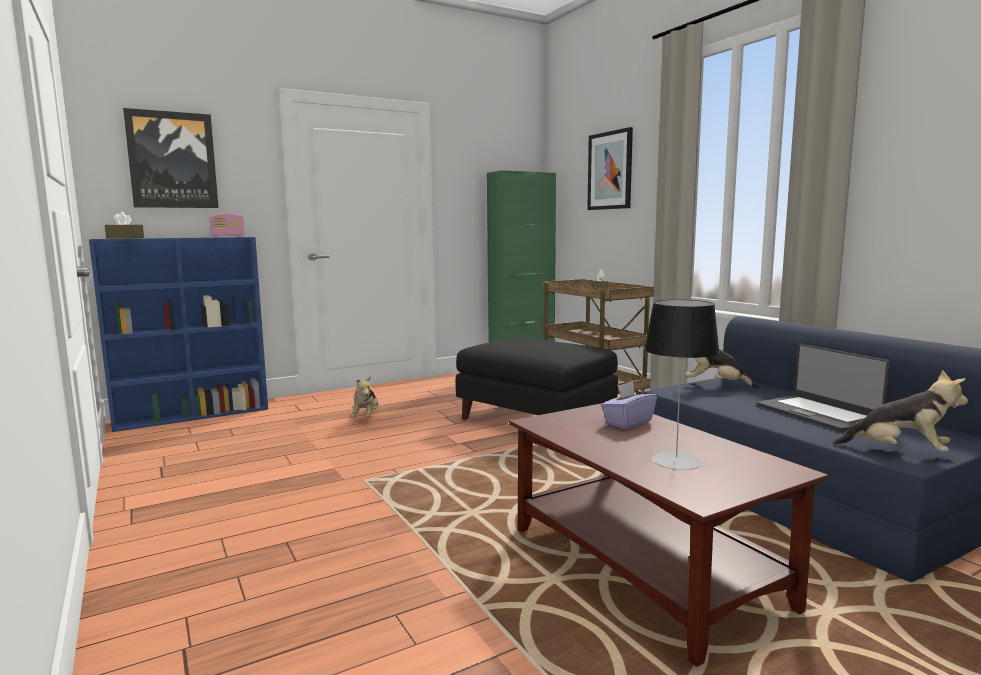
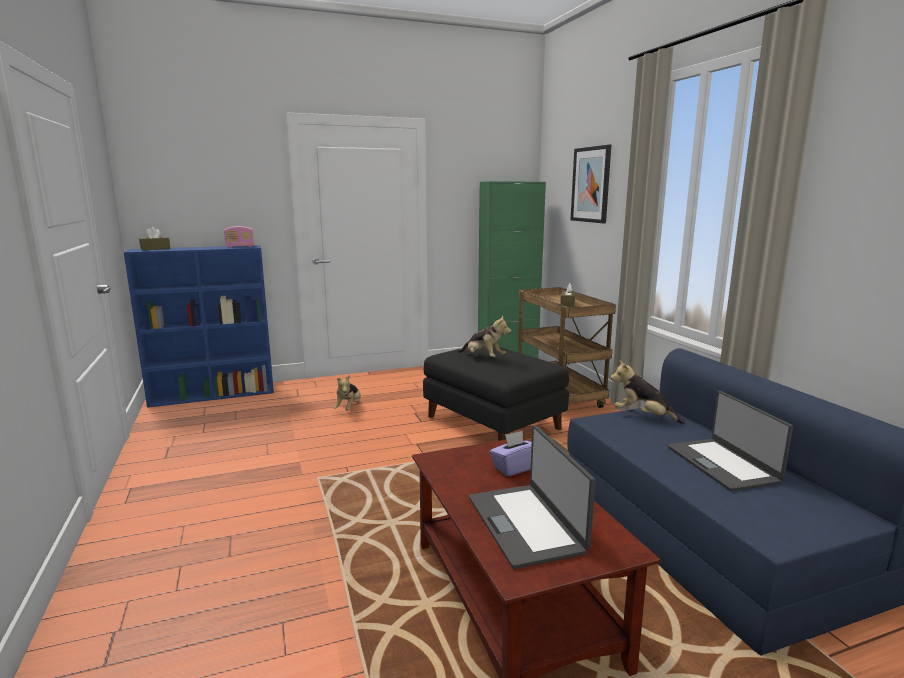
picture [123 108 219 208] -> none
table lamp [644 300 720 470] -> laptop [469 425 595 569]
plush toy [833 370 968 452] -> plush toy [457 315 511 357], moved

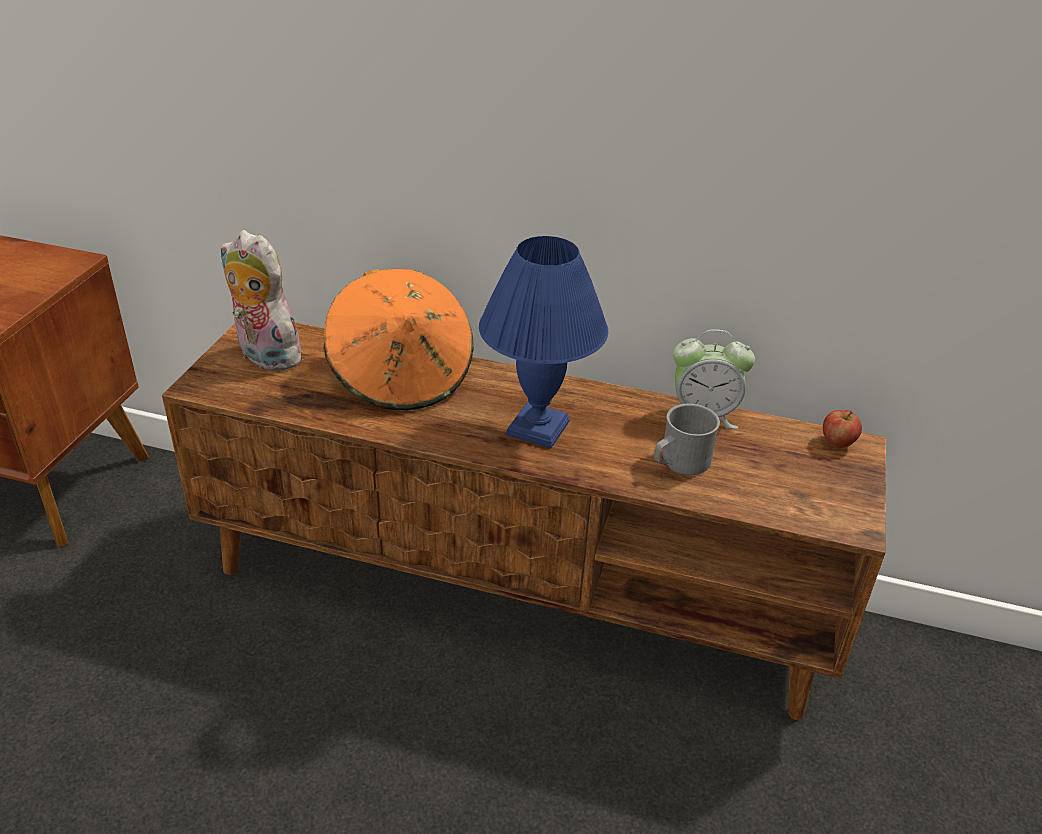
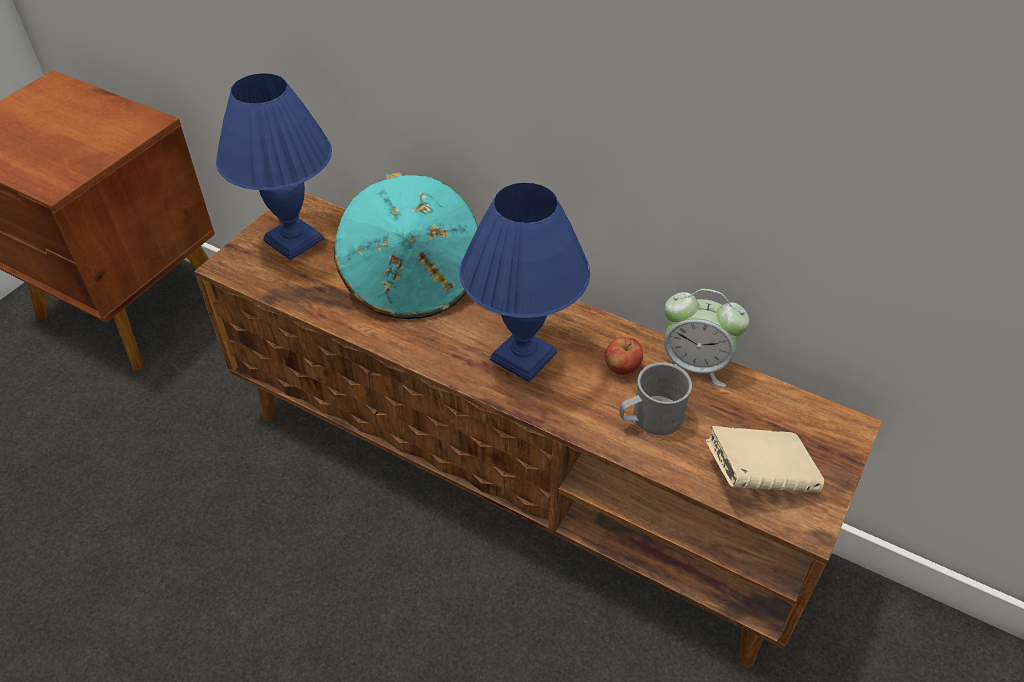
plush toy [220 230 303 371] -> blue table lamp [216 73 332 260]
orange hat [323 269 474 410] -> turquoise hat [334 172 478 319]
apple [823 410 862 448] -> apple [605 337 643 375], moved
none -> beige book [706 426 824 493]

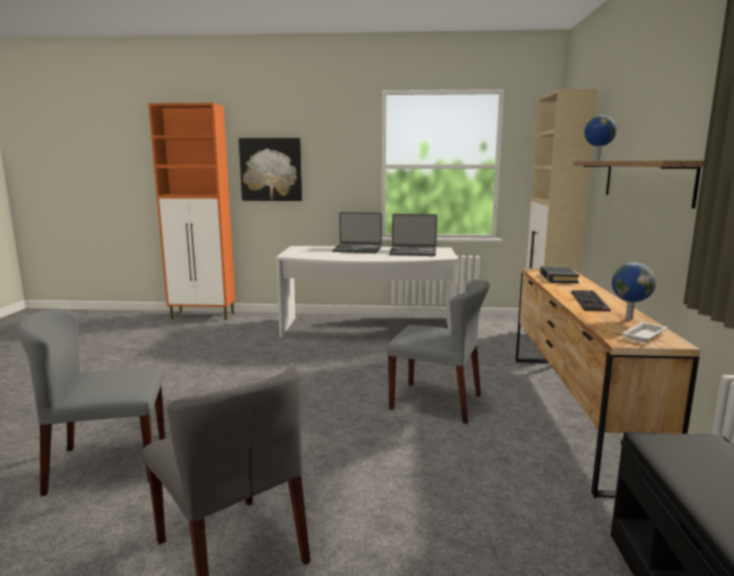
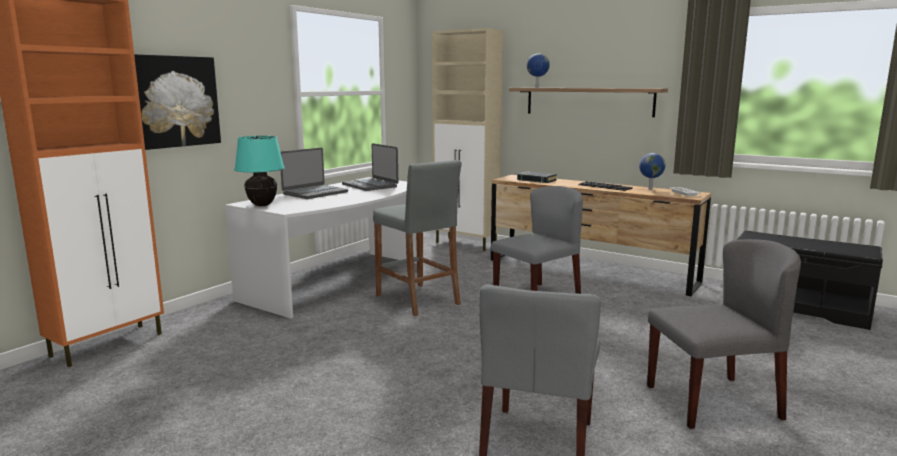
laptop [389 214 437 256] -> laptop [342 143 398 191], 105 degrees clockwise
none -> turquoise table lamp [234 136 285 206]
none -> grey stool [373 160 461 316]

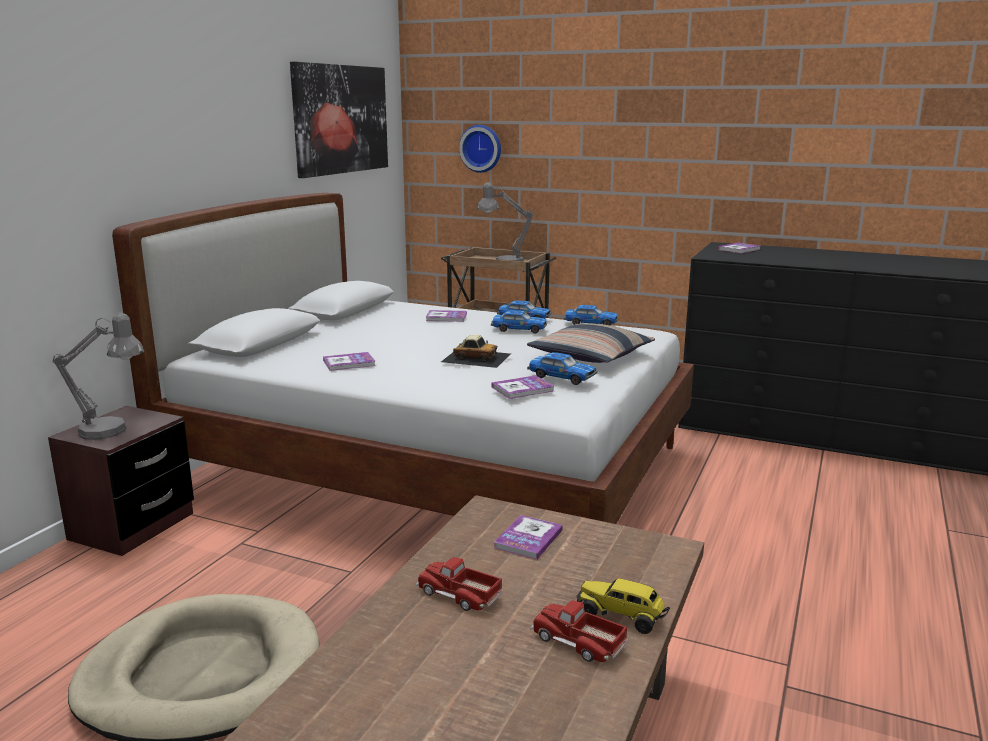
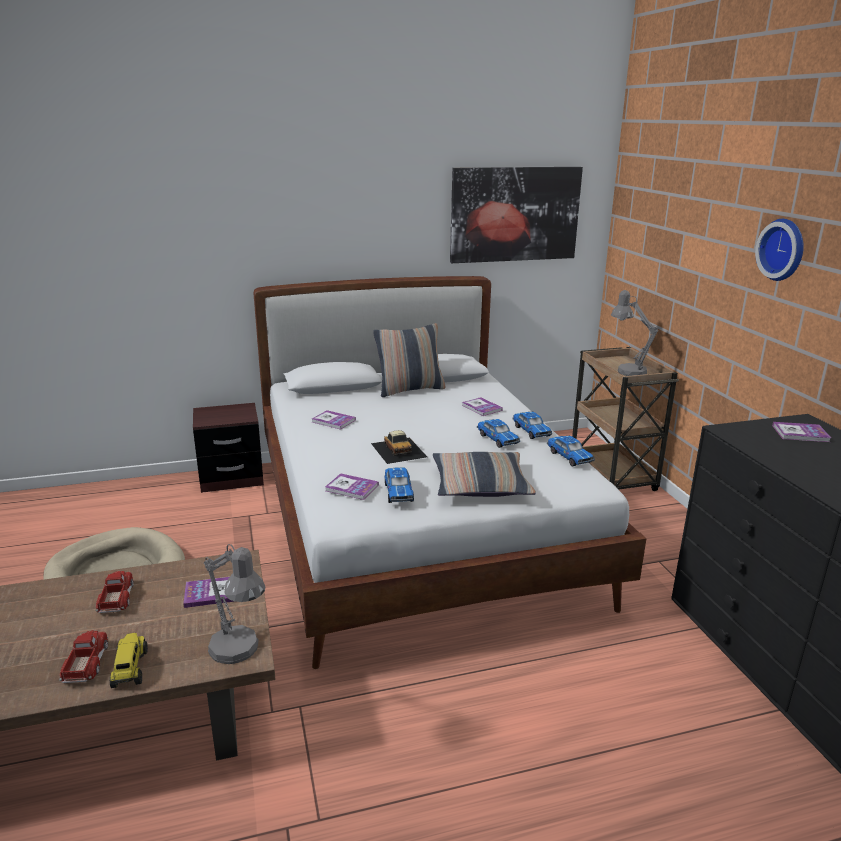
wall clock [459 125 501 173] -> wall clock [755 219 804 281], moved
grey table lamp [53 313 144 440] -> grey table lamp [203 544 265 664], moved
none -> pillow [373 323 446 397]

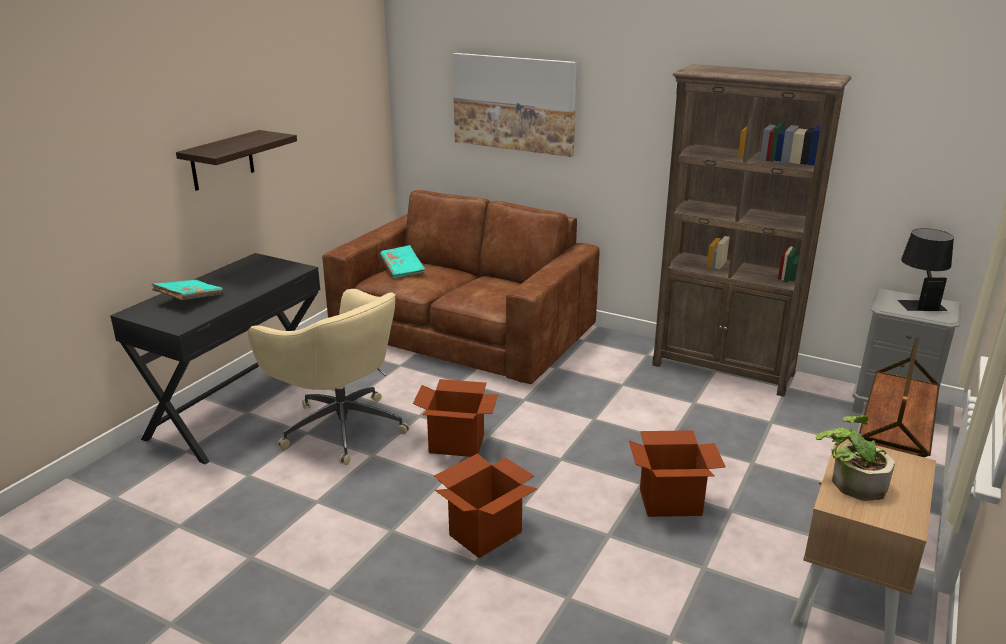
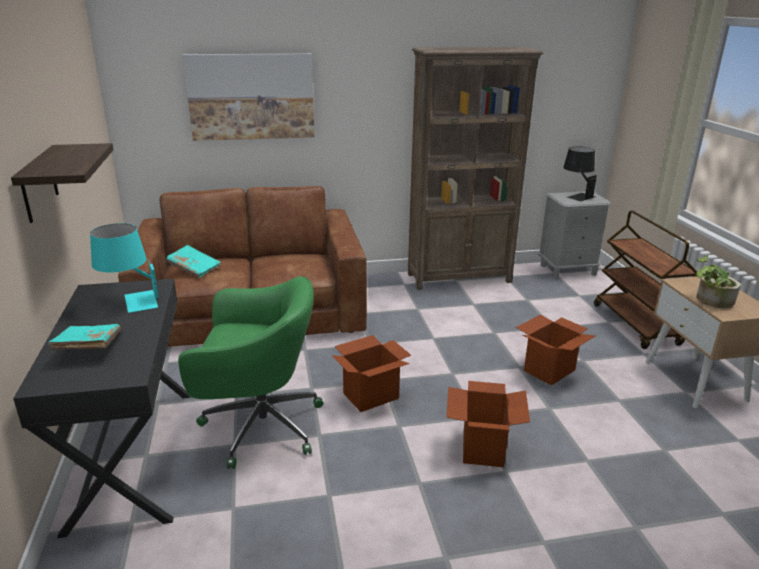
beige office chair [248 289 409 465] -> green office chair [178 276 323 469]
none -> turquoise table lamp [90 223 159 313]

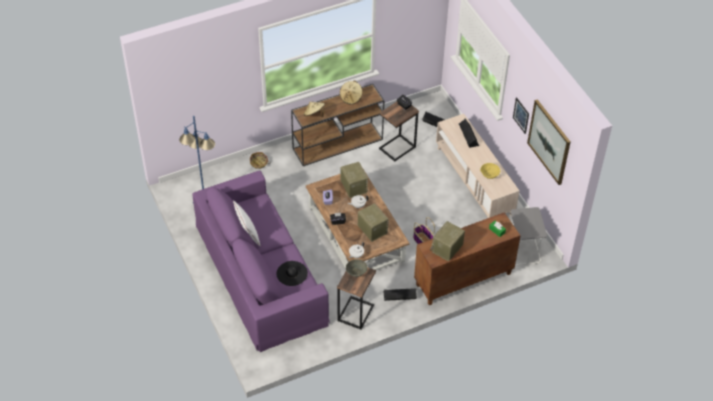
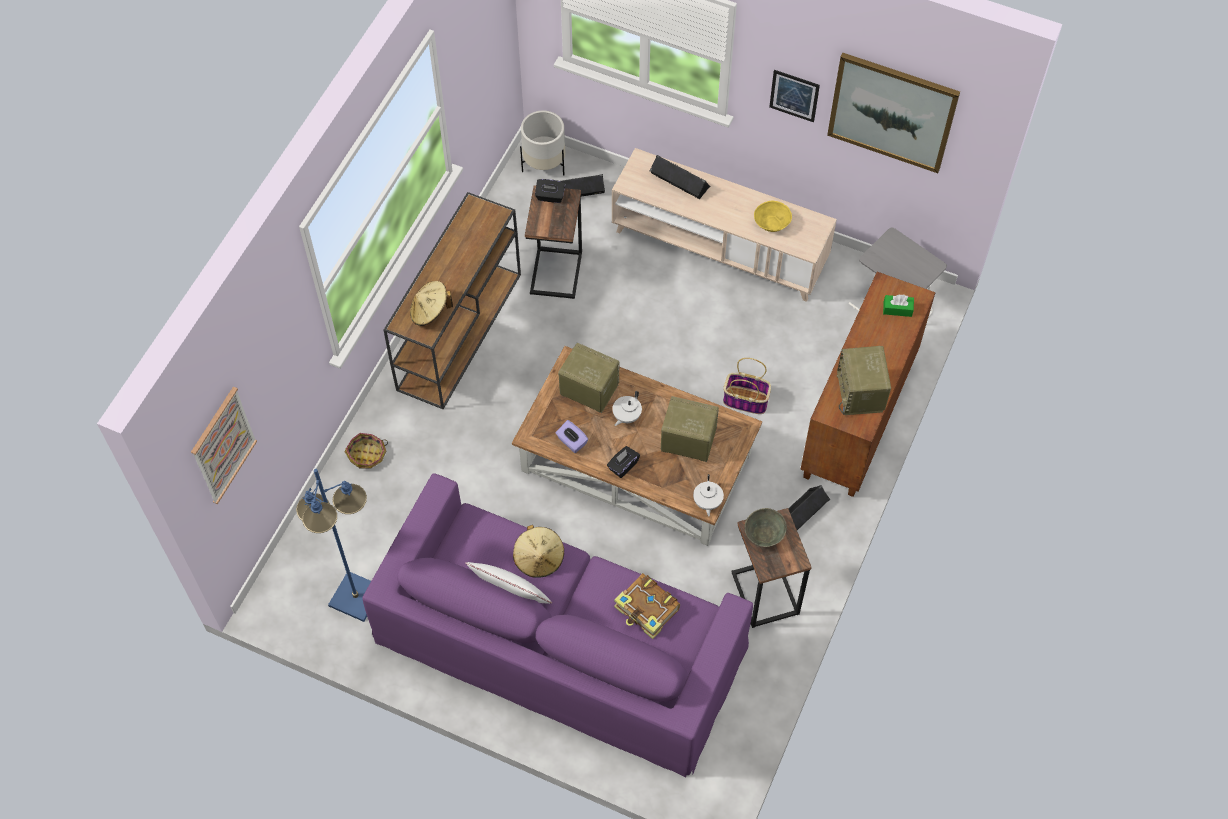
beige hat [340 81 363 104] -> beige hat [513 525 564 578], moved
black hat [277 261 308 286] -> book [614 573 680 639]
none -> white planter [520 110 566 176]
none -> picture [191 387 257 504]

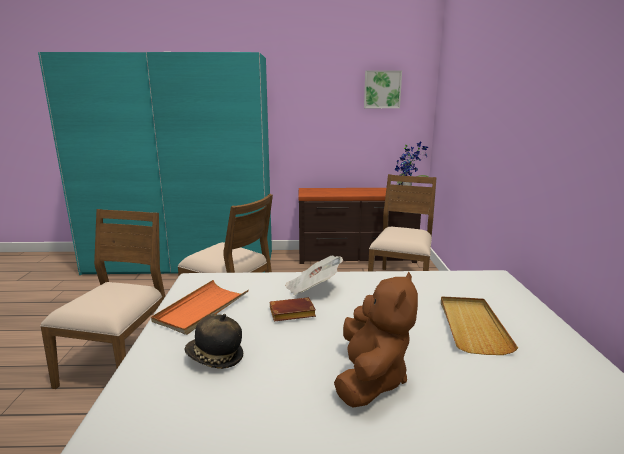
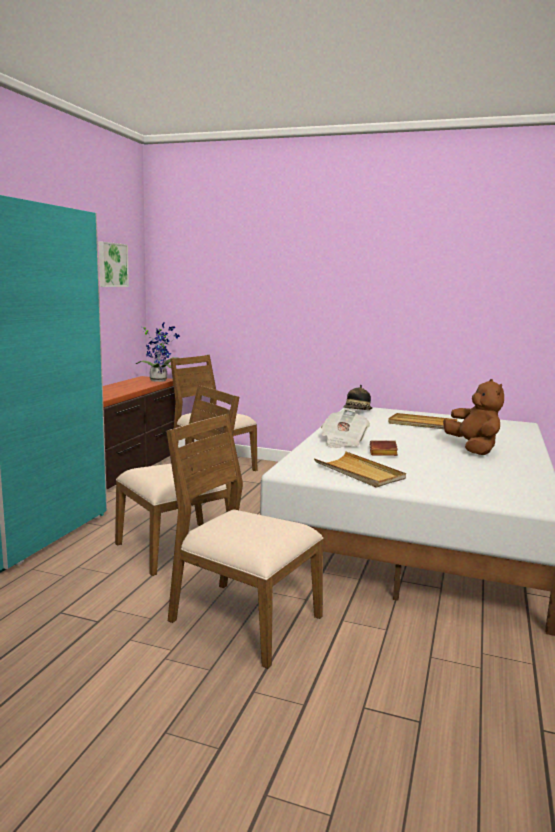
brown plush toy [334 272 418 408] -> brown plush toy [443 379 504 455], 45 degrees clockwise
orange tray [151 280 249 335] -> beige tray [314 452 406 487]
hat [184 314 243 369] -> hat [343 385 372 410], moved

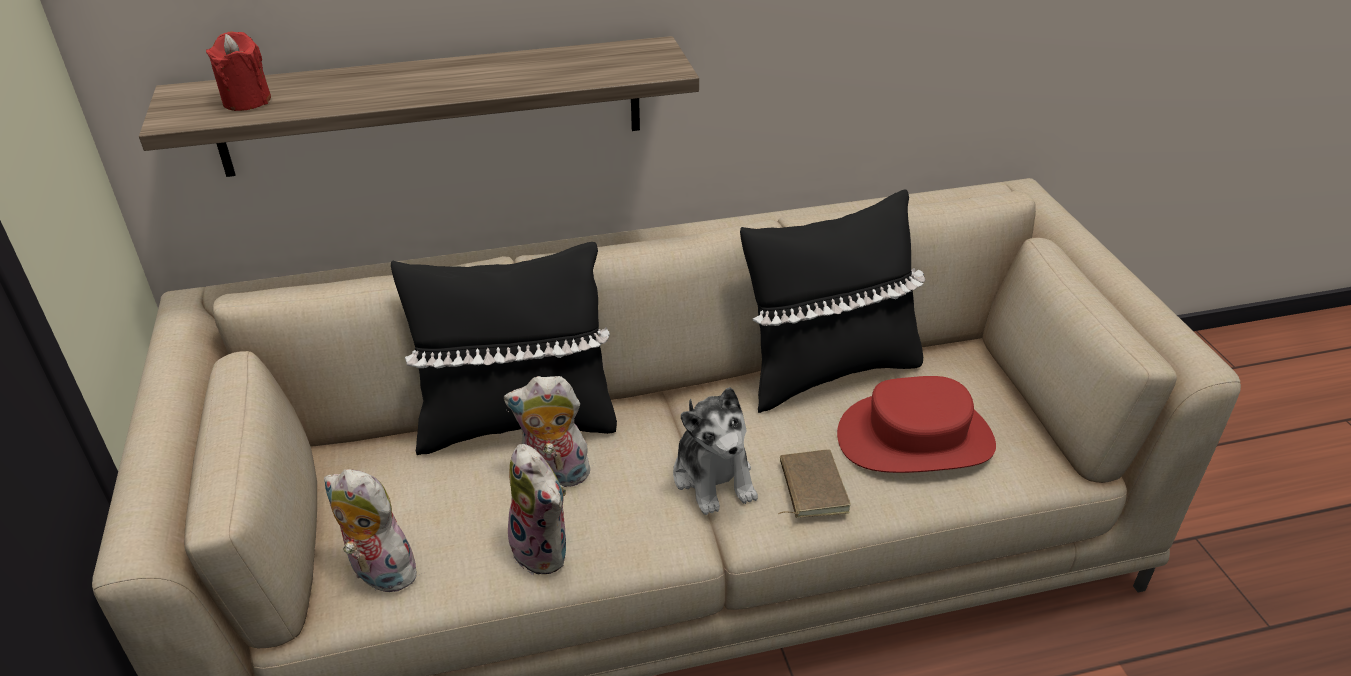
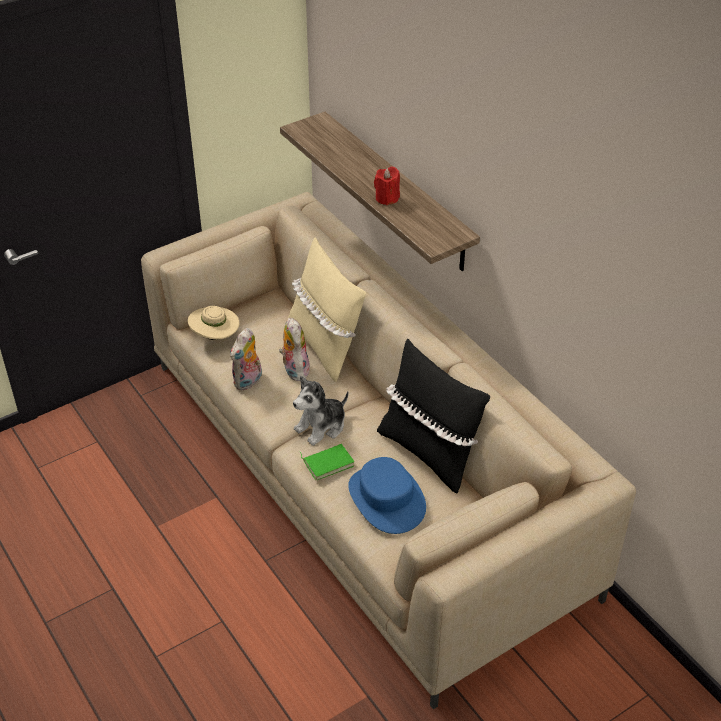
red candle [206 32 271 111] -> red candle [374 166 400 205], moved
black pillow [391 242 617 455] -> beige pillow [288 237 366 382]
red hat [837 376 996 473] -> blue hat [348 457 426 534]
brown book [778 449 851 518] -> green book [300 444 355 480]
plush toy [324 469 419 592] -> beige hat [188 306 240 340]

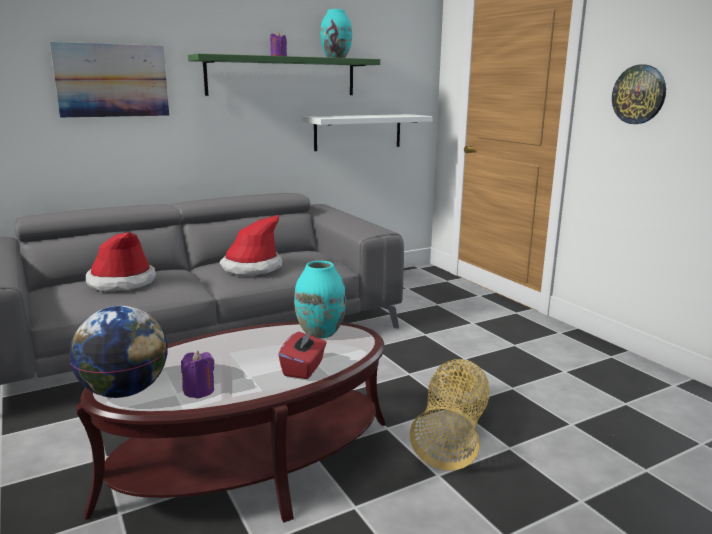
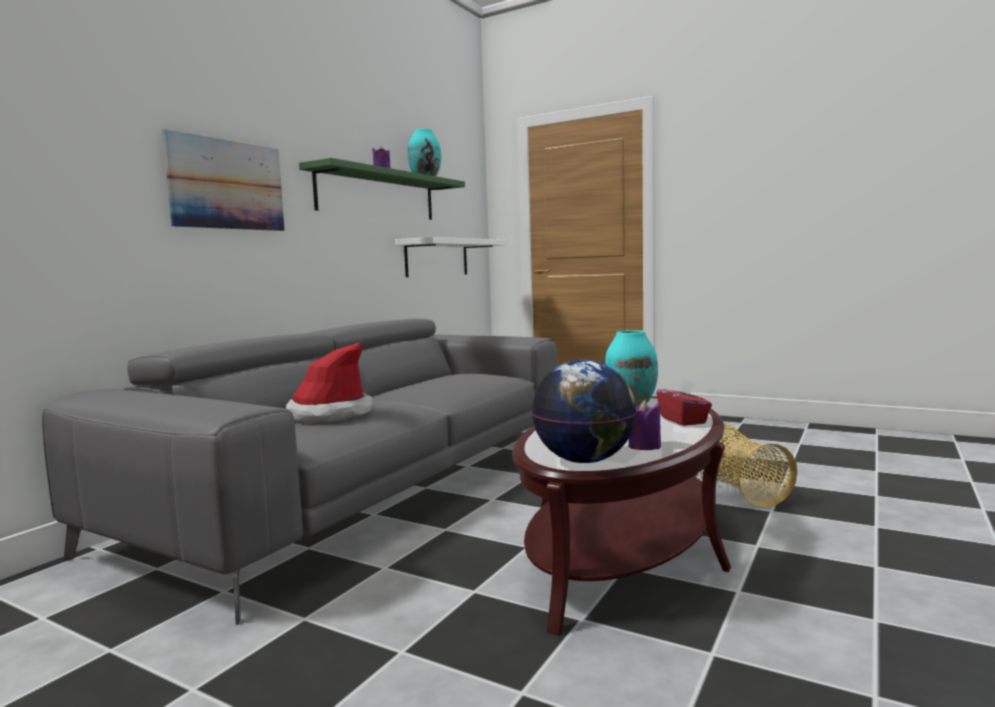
wall clock [612 65 666 124] -> none
hat [220 215 282 276] -> none

